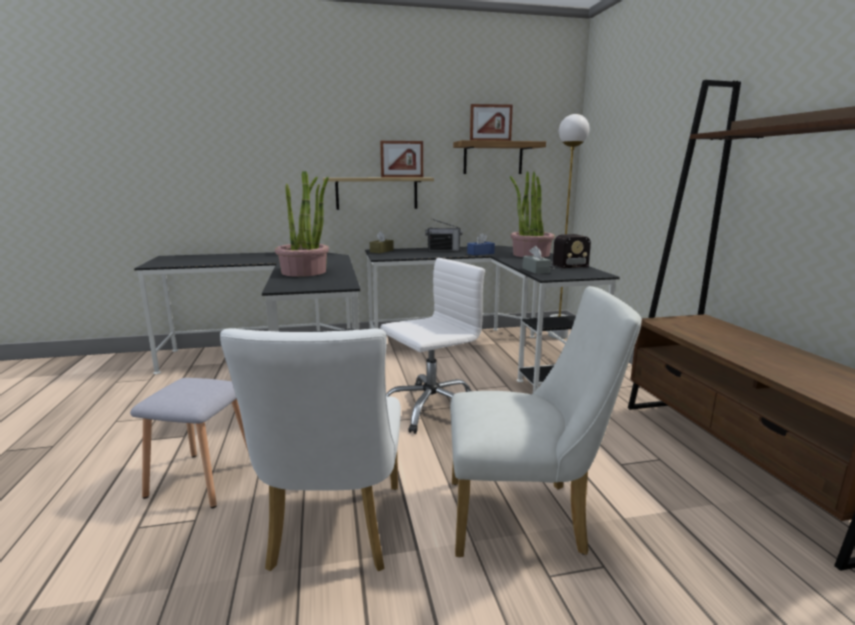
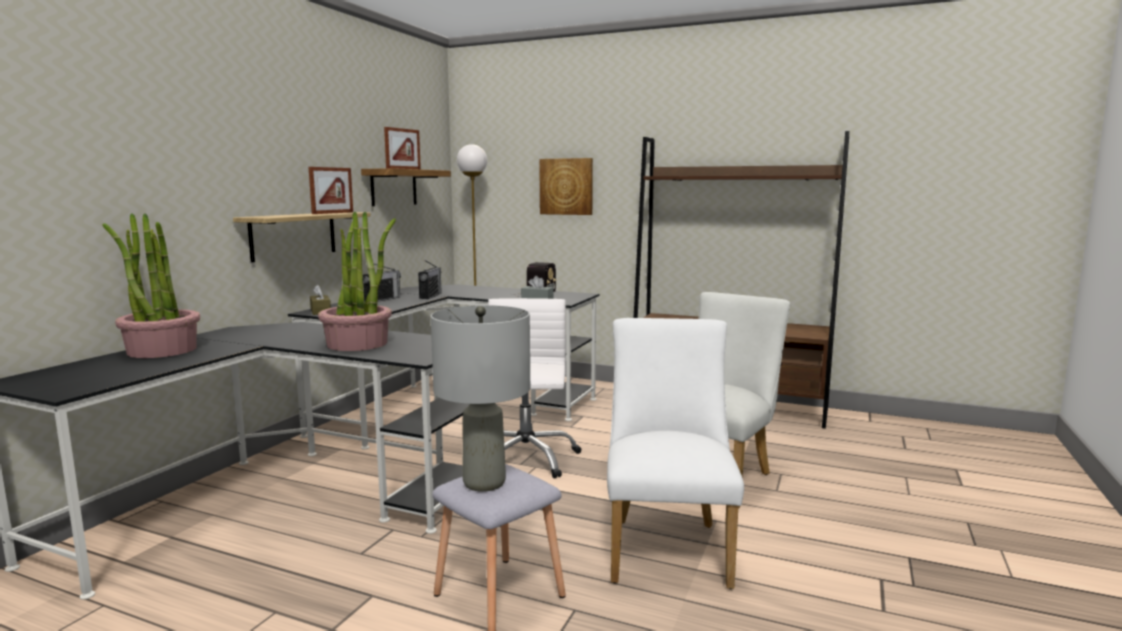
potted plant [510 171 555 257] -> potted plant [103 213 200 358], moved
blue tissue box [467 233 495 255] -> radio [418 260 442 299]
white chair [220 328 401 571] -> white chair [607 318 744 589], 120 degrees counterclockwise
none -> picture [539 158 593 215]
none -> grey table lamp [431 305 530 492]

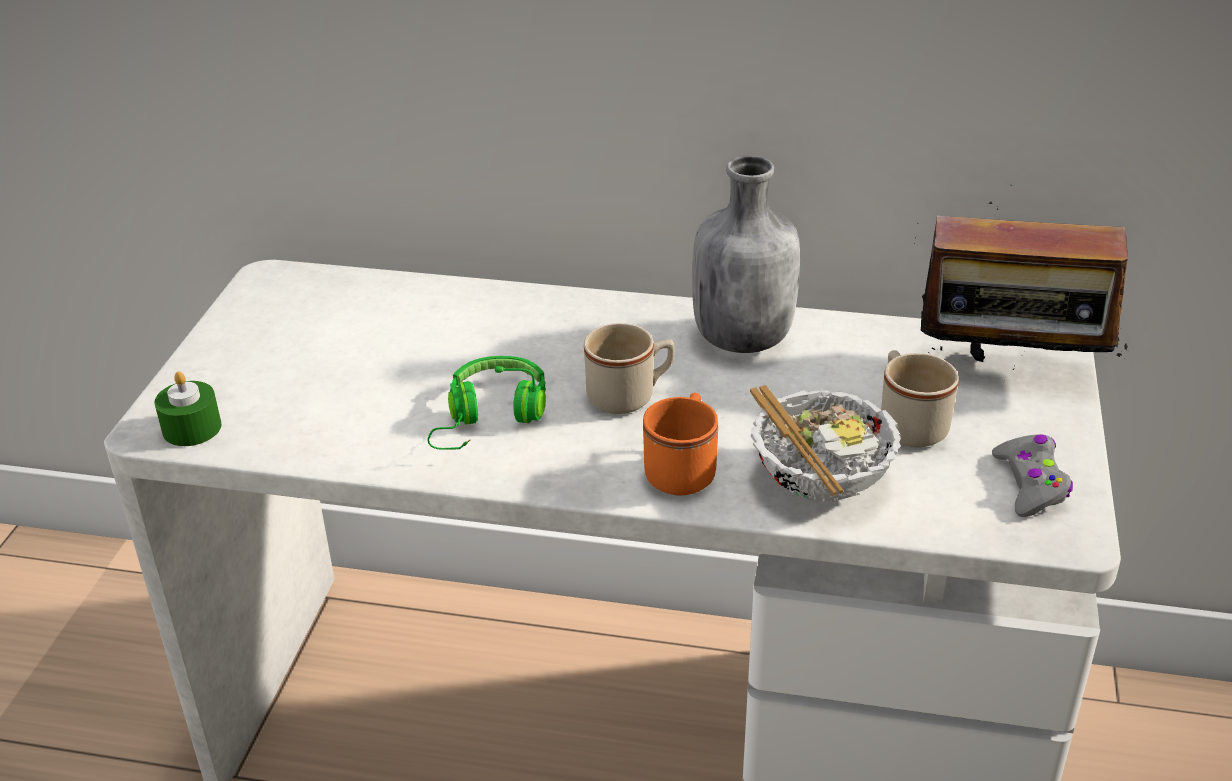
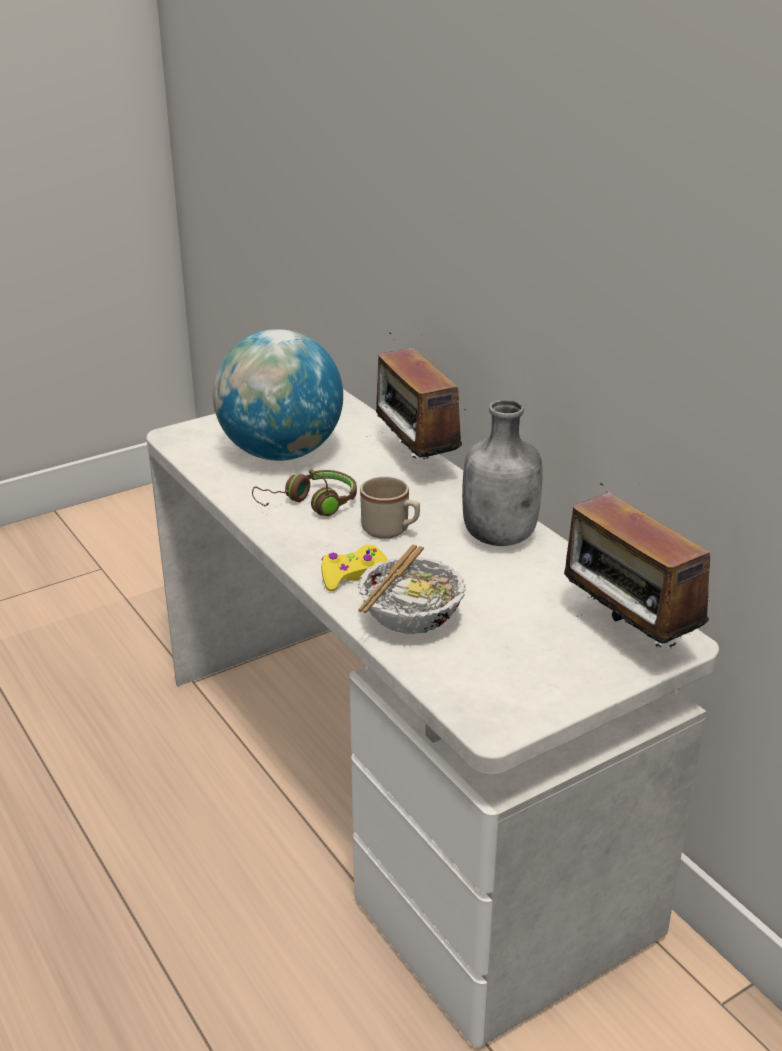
beige mug [881 350 959 447] -> none
green headphones [427 356 546 450] -> brown headphones [252 469 357 516]
green candle [155 371 222 446] -> none
orange mug [643 393 718 496] -> yellow game controller [321 545 388 591]
grey game controller [992 434 1073 517] -> none
none -> globe [213 329 343 461]
none -> radio [370 333 466 459]

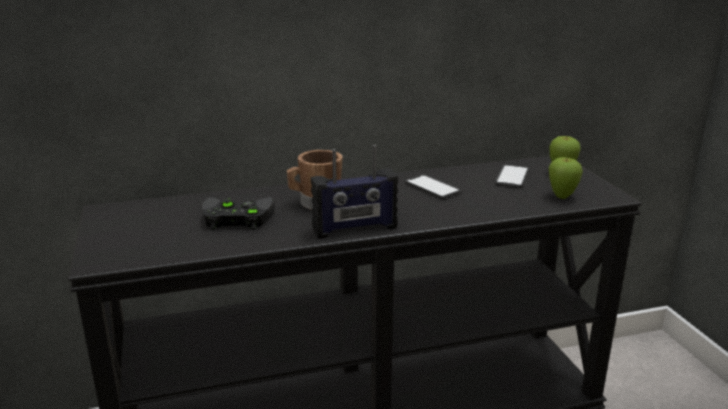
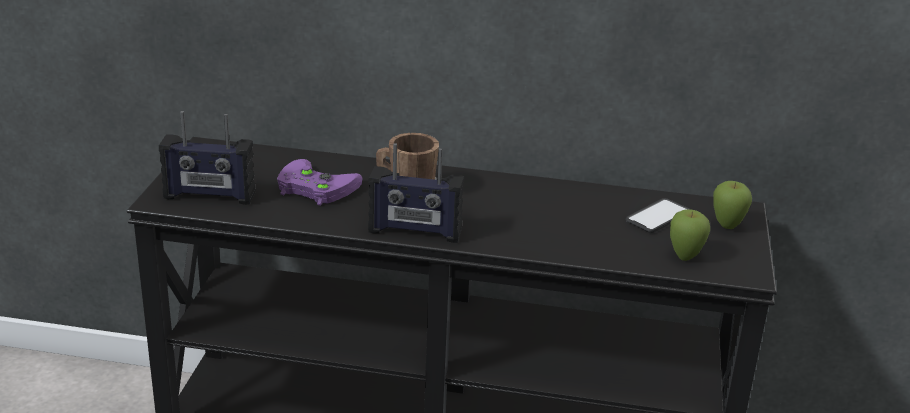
phone [405 175 461 199] -> none
black game controller [202 197 275 230] -> purple game controller [277 159 363 206]
none -> radio [159 111 255 205]

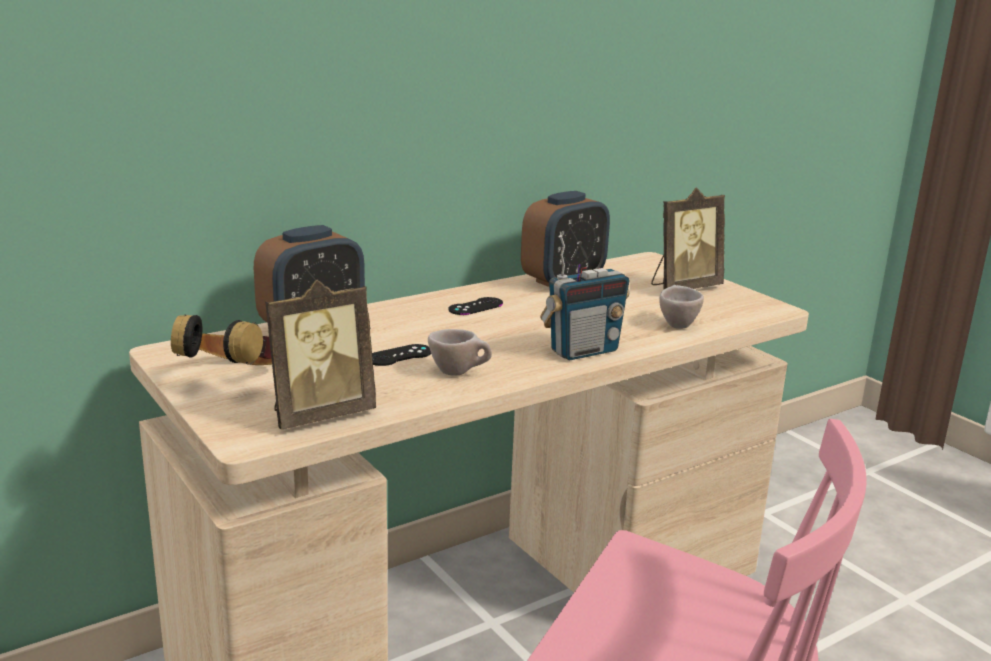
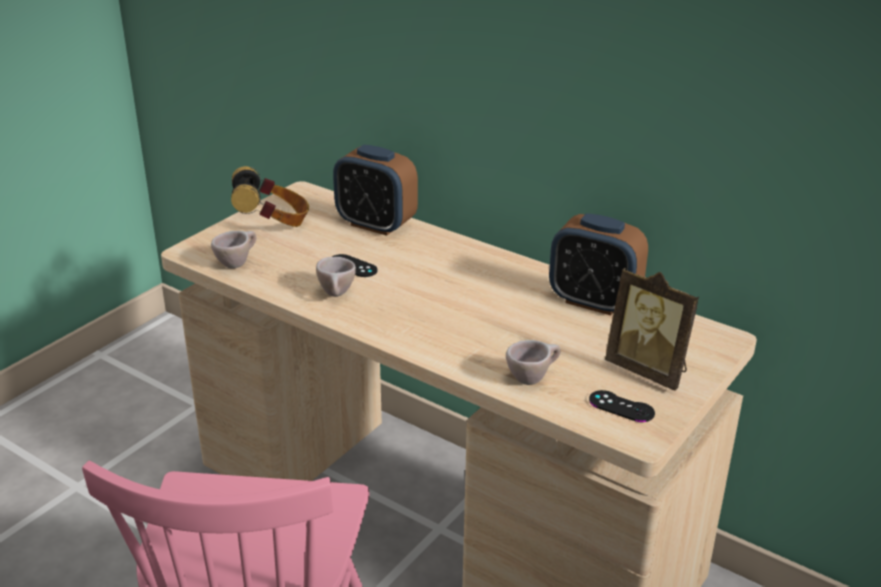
radio [540 235 630 360] -> none
picture frame [265 280 376 430] -> beige cup [211 231 256 269]
black game controller [449 297 503 315] -> black game controller [589 390 655 422], moved

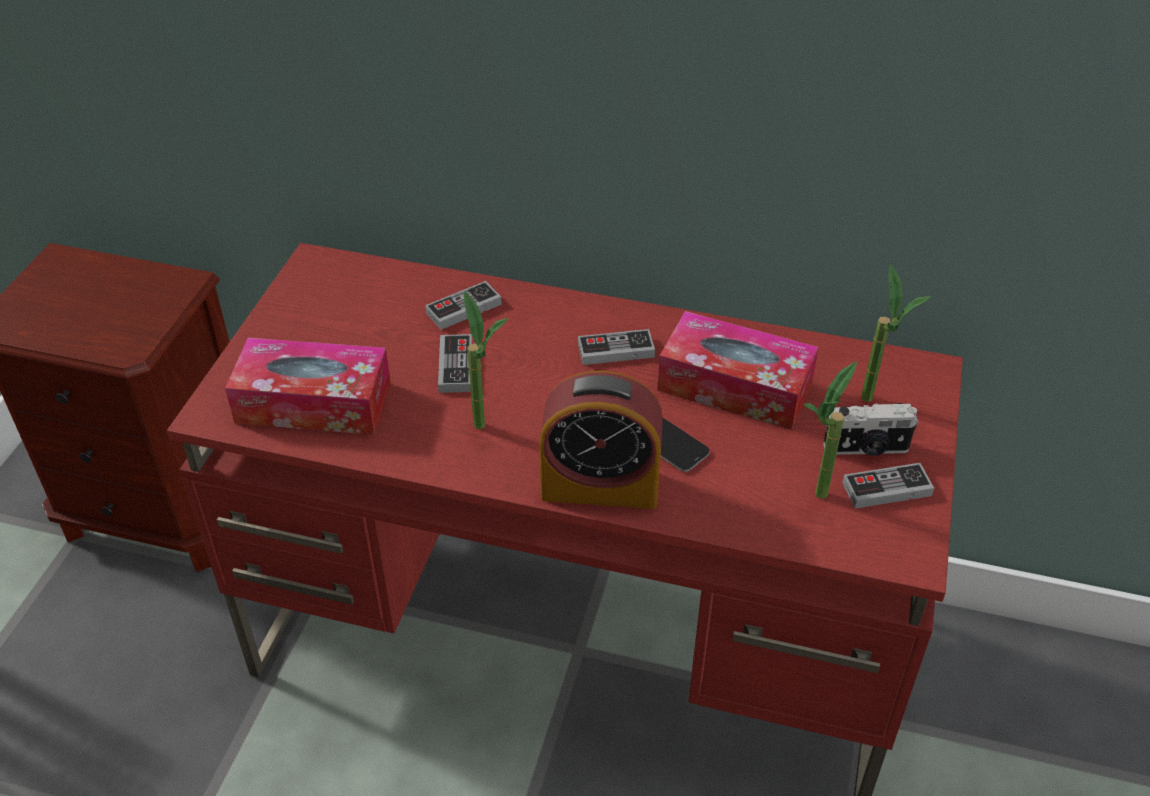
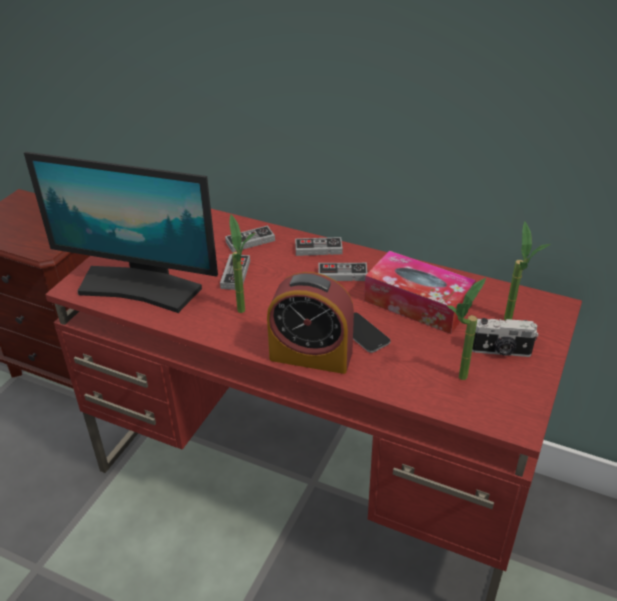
tissue box [225 338 391 435] -> monitor [24 152 218 313]
game controller [842 463 934 509] -> game controller [295 237 343 256], moved

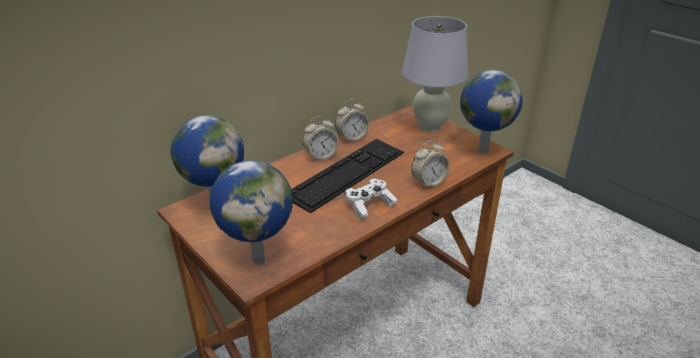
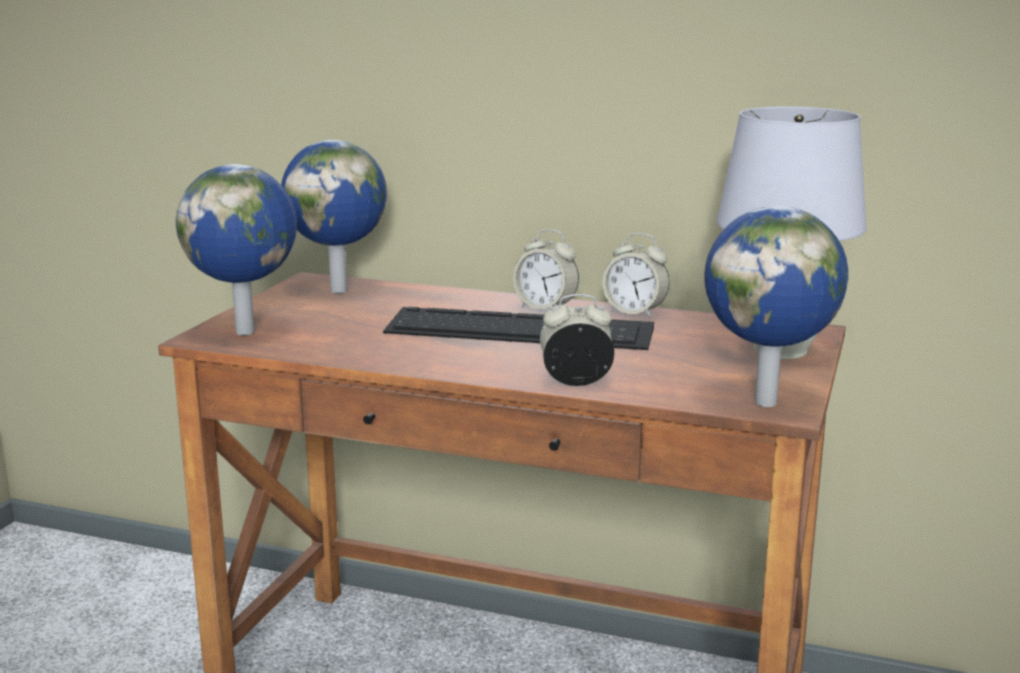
alarm clock [411 140 450 189] -> alarm clock [540 294 614 386], 150 degrees clockwise
white game controller [345 178 398 220] -> none

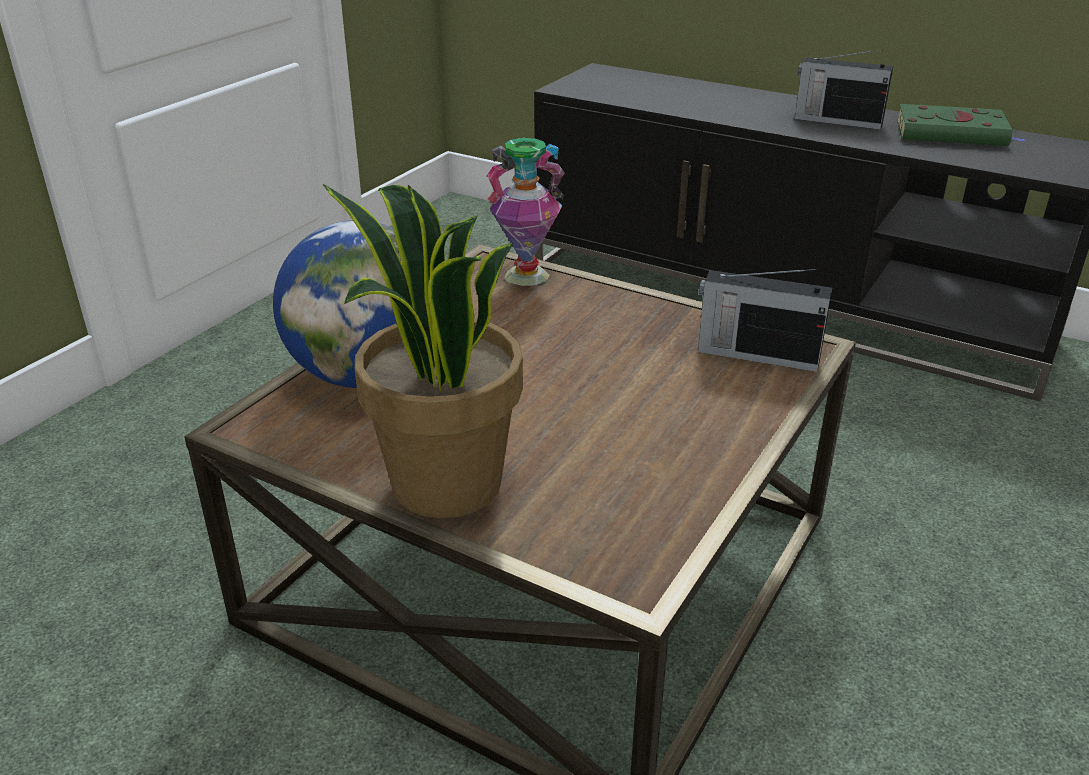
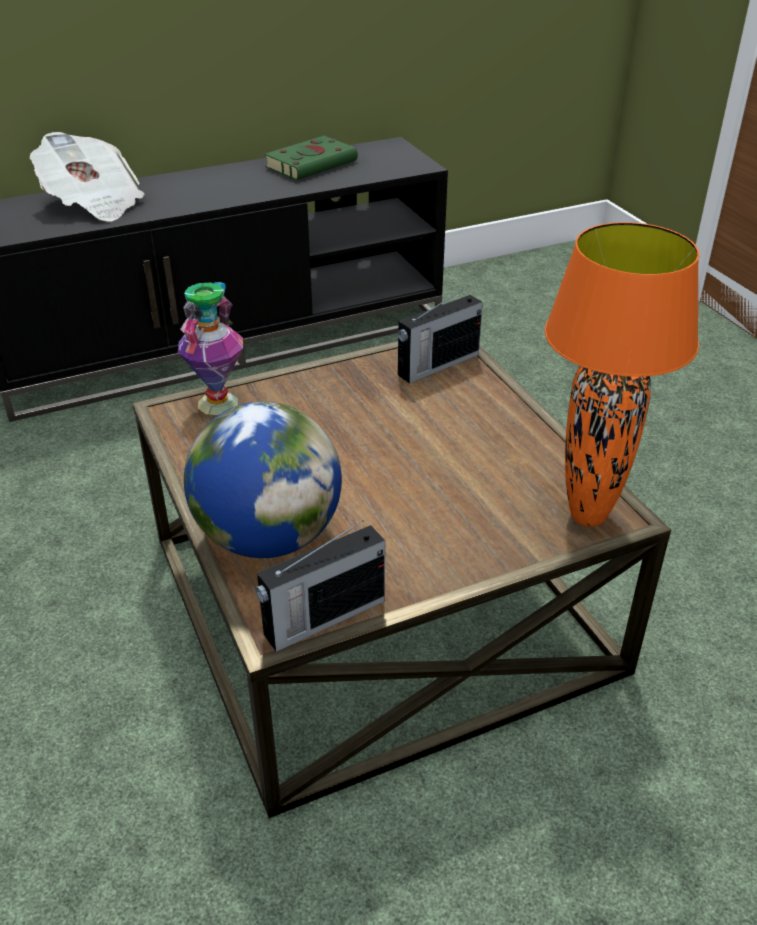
radio [795 50 893 130] -> radio [255 520 385 652], moved
potted plant [323 184 523 518] -> none
none -> newspaper [30 132 145 222]
none -> orange table lamp [545 222 699 527]

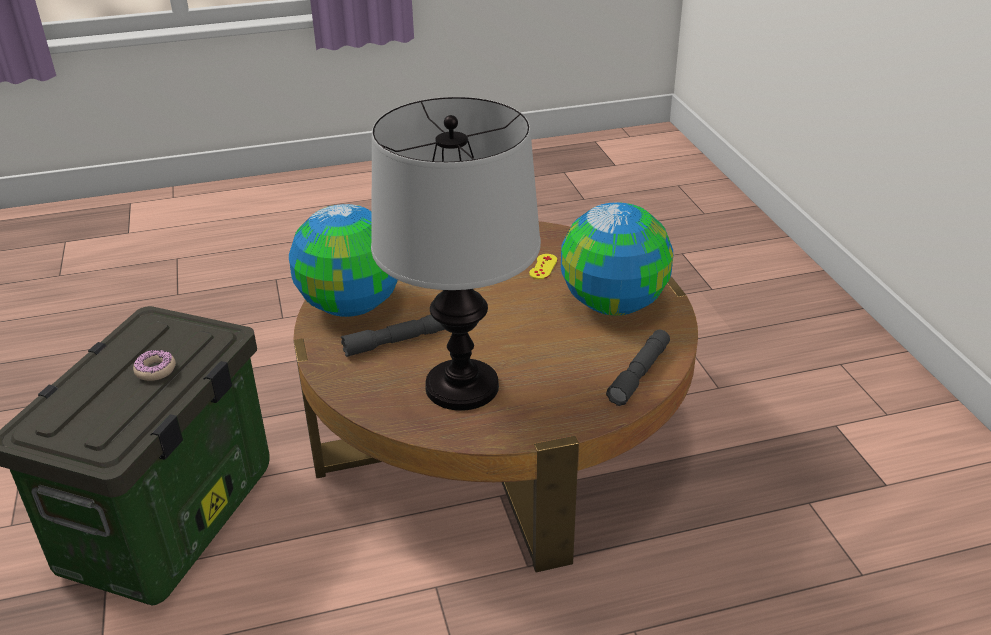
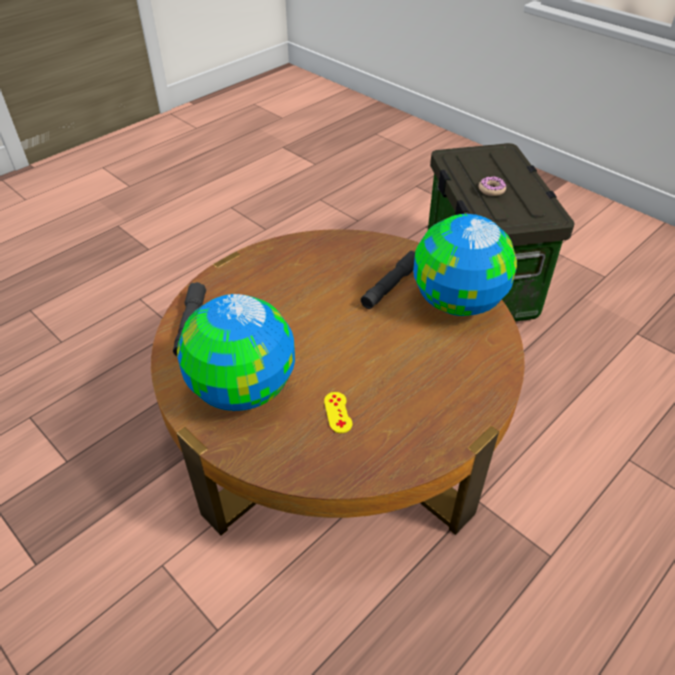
table lamp [371 97 541 411] -> none

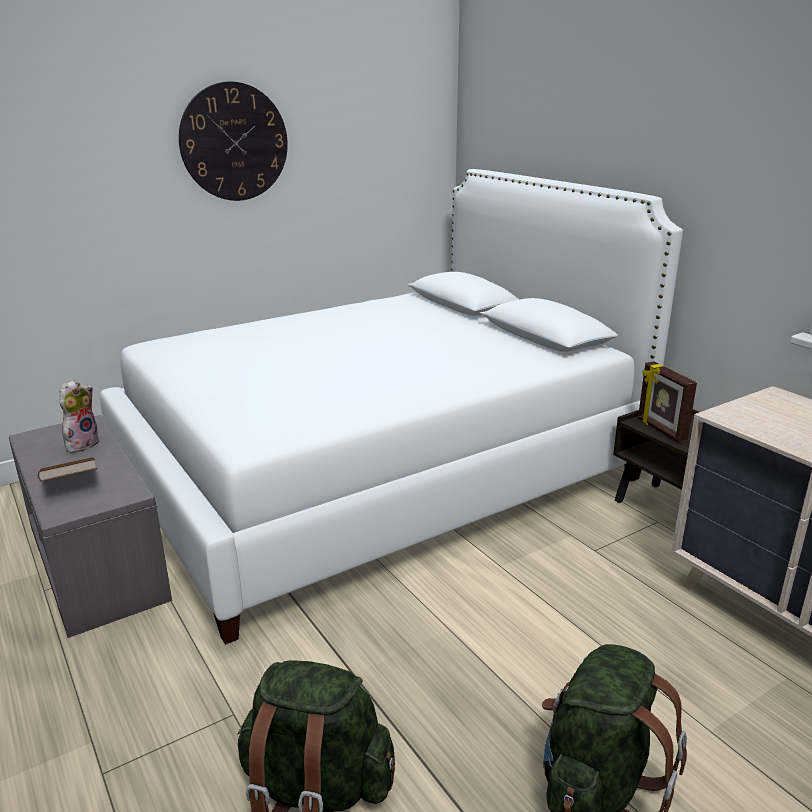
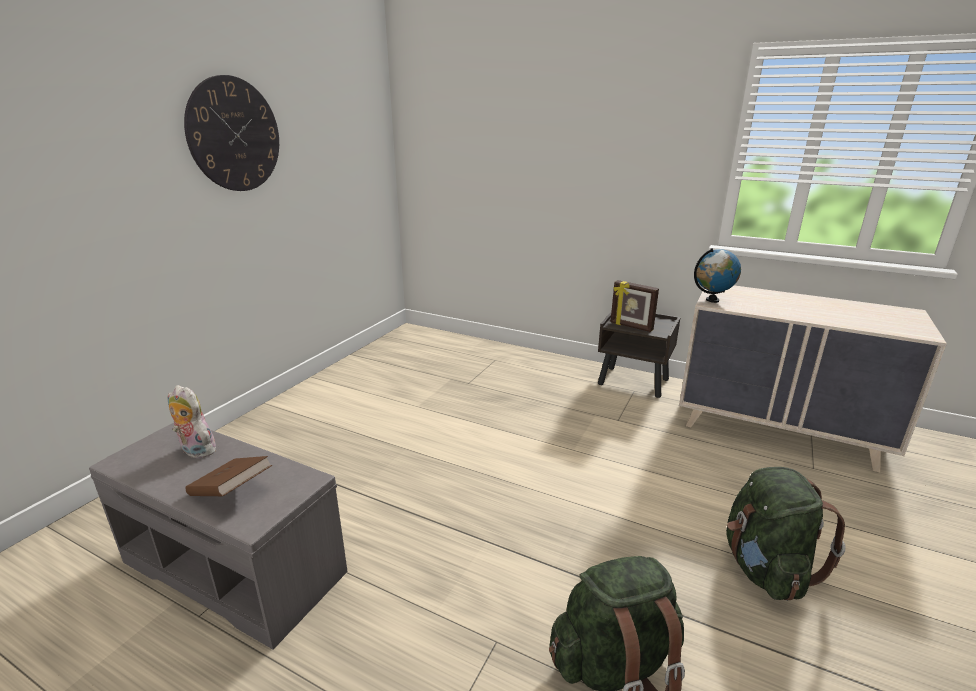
white bed [100 169 683 645] -> none
plush toy [59 380 99 453] -> plush toy [168 385 216 458], 60 degrees counterclockwise
none -> globe [694 248 741 303]

